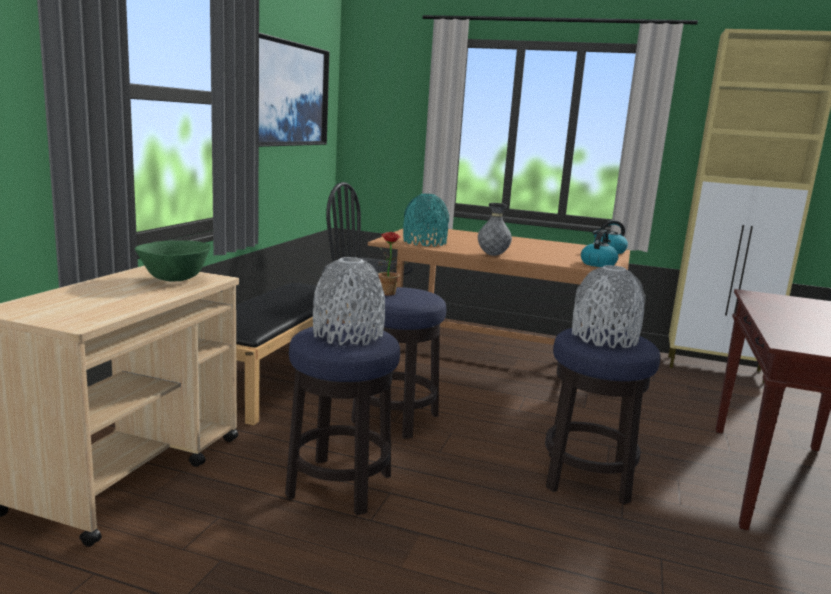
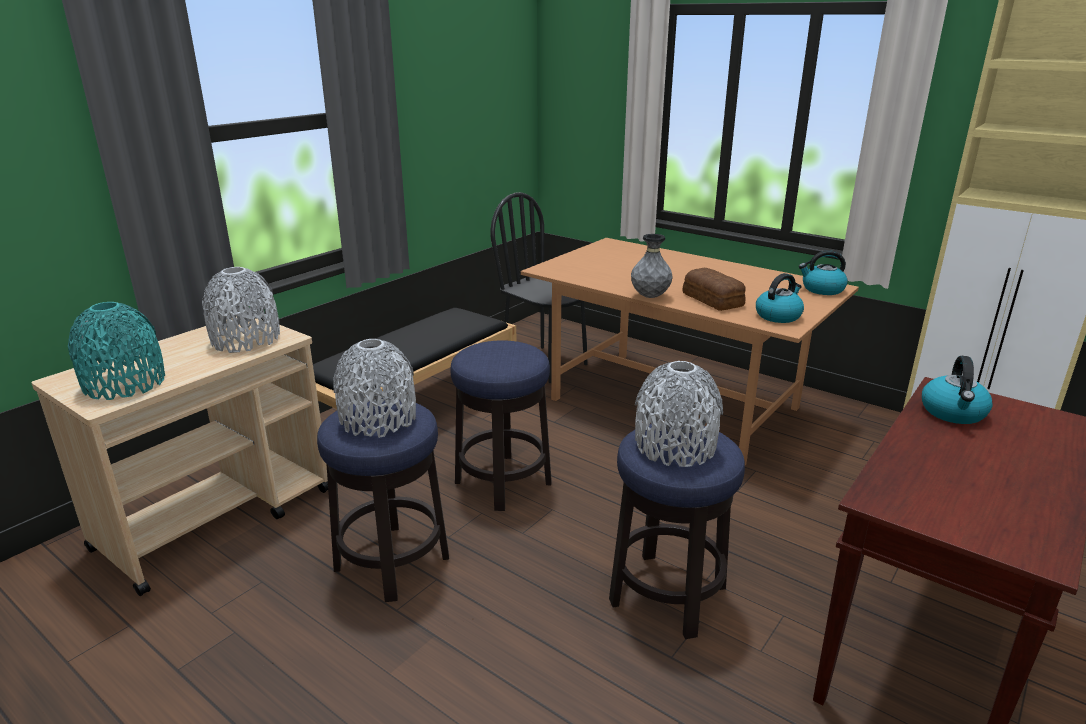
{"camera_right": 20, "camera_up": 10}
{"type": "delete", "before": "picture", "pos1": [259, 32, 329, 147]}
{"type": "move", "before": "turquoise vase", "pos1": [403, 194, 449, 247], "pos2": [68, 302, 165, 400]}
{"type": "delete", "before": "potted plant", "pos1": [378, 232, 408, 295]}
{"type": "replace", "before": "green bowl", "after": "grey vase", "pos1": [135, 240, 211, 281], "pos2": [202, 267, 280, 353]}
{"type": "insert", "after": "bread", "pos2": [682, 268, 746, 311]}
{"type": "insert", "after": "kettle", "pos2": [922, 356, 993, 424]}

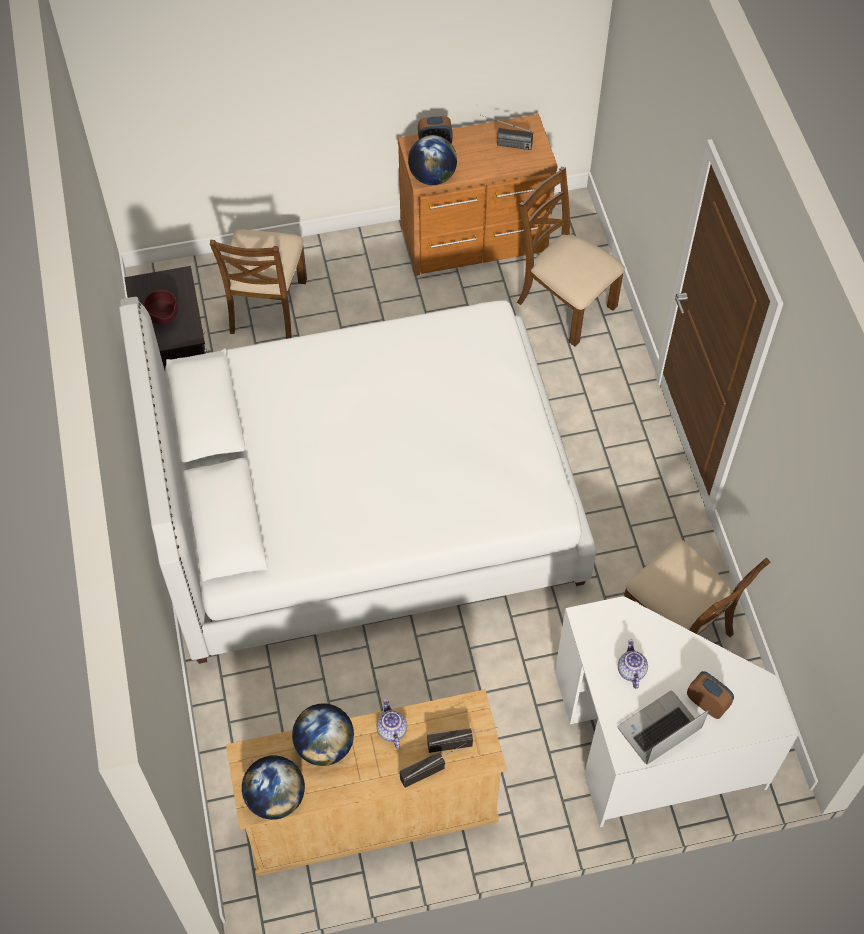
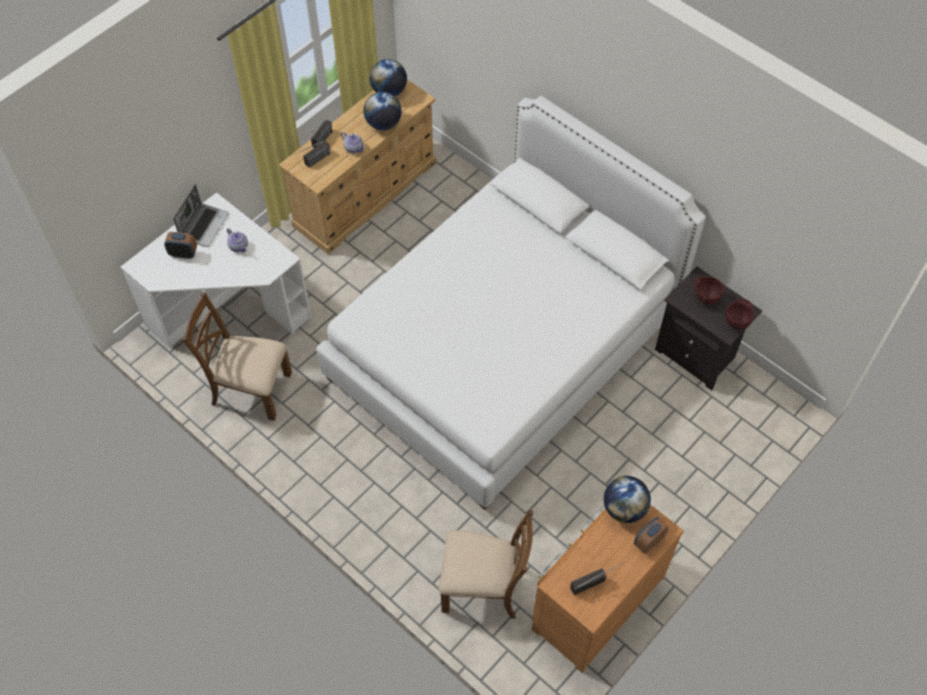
{"camera_right": 145, "camera_up": 0}
{"type": "delete", "before": "brown chair", "pos1": [210, 230, 307, 339]}
{"type": "insert", "after": "brown bowl", "pos2": [725, 298, 754, 329]}

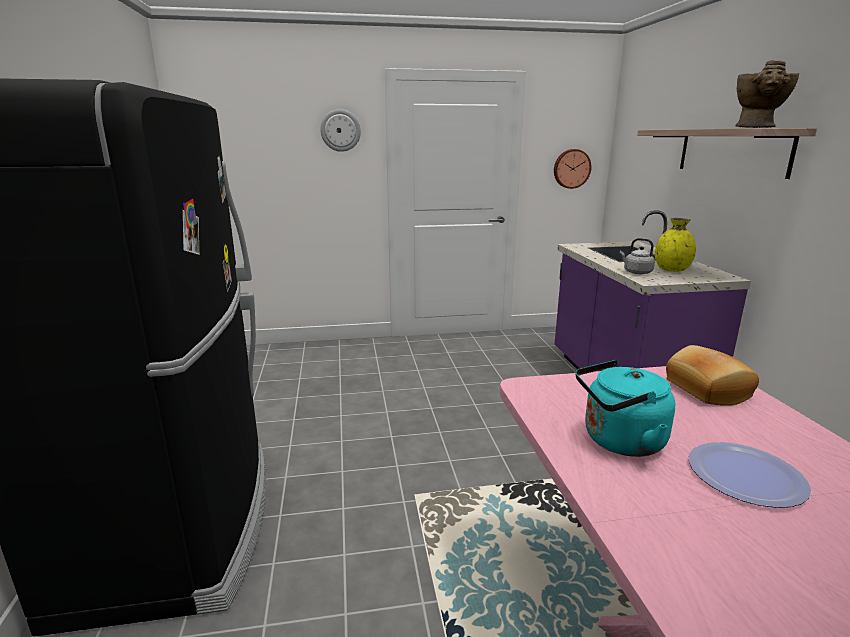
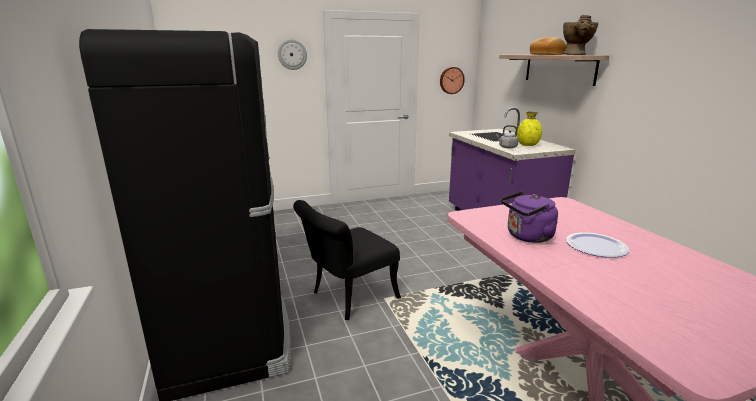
{"camera_right": -10, "camera_up": 0}
{"type": "move", "before": "bread", "pos1": [666, 345, 759, 406], "pos2": [530, 37, 566, 55]}
{"type": "recolor", "before": "turquoise kettle", "after": "purple kettle", "pos1": [575, 360, 675, 457], "pos2": [501, 191, 558, 243]}
{"type": "insert", "after": "black chair", "pos2": [293, 200, 401, 320]}

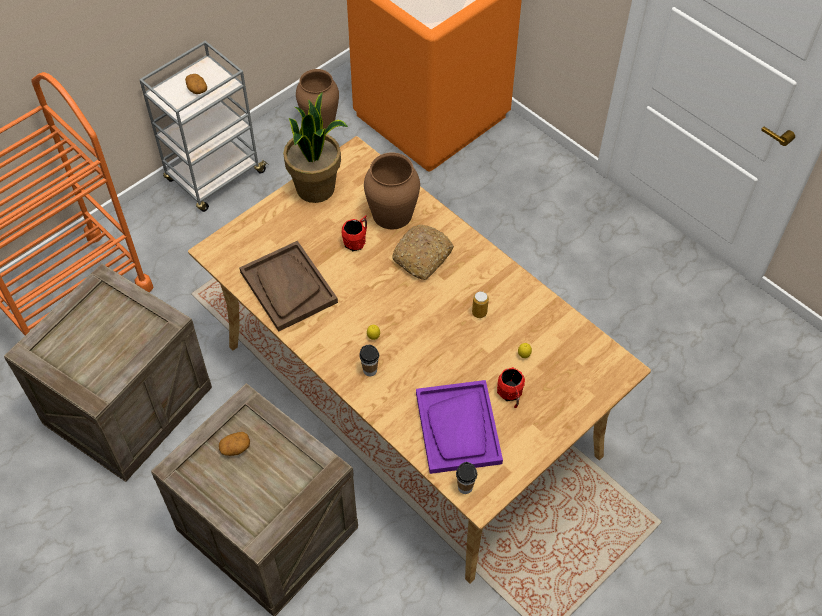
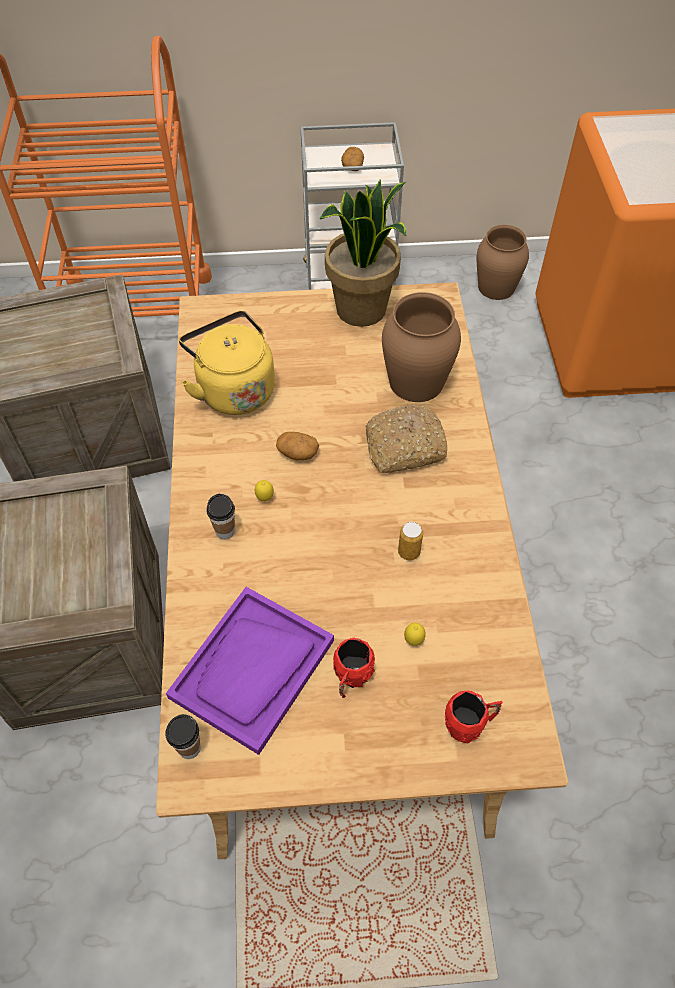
{"camera_right": 40, "camera_up": 0}
{"type": "move", "before": "red mug", "pos1": [341, 215, 367, 251], "pos2": [445, 690, 503, 743]}
{"type": "replace", "before": "brown tray", "after": "yellow kettle", "pos1": [239, 241, 338, 332], "pos2": [179, 311, 275, 415]}
{"type": "move", "before": "potato", "pos1": [219, 432, 250, 456], "pos2": [276, 432, 319, 460]}

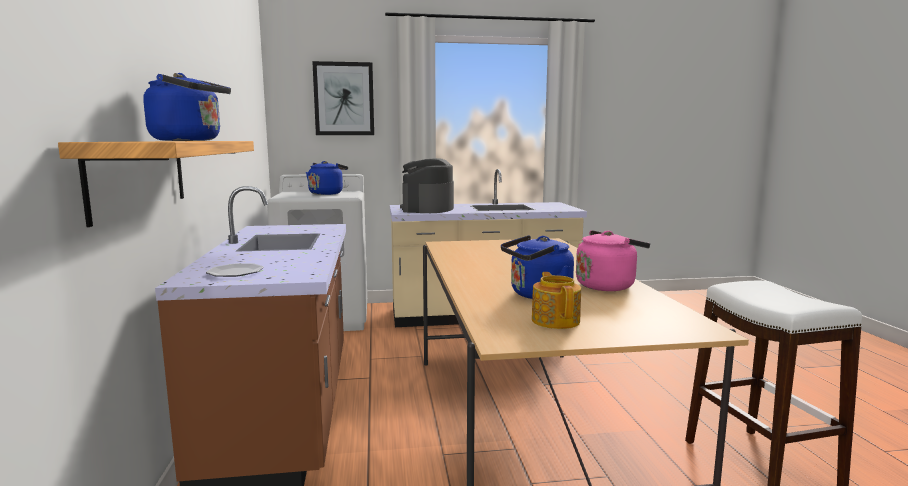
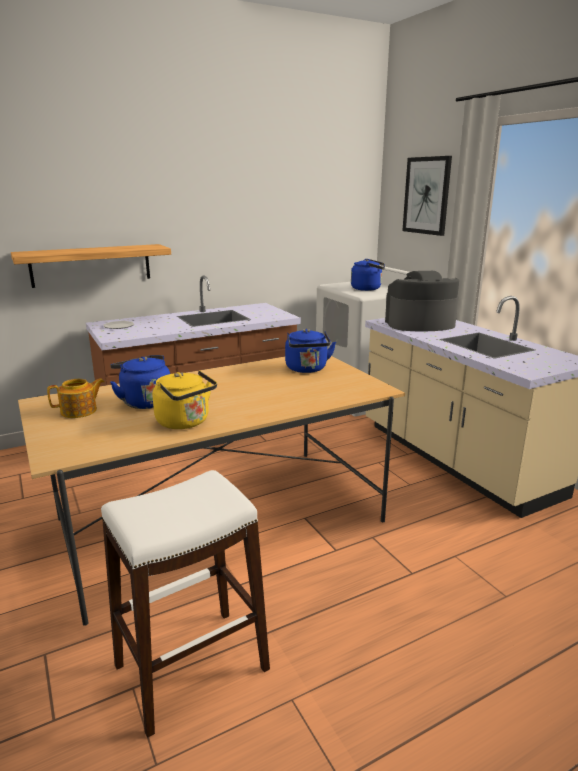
{"camera_right": 70, "camera_up": 10}
{"type": "move", "before": "blue kettle", "pos1": [143, 73, 231, 141], "pos2": [285, 329, 336, 373]}
{"type": "recolor", "before": "pink kettle", "after": "yellow kettle", "pos1": [576, 230, 650, 291], "pos2": [153, 370, 217, 429]}

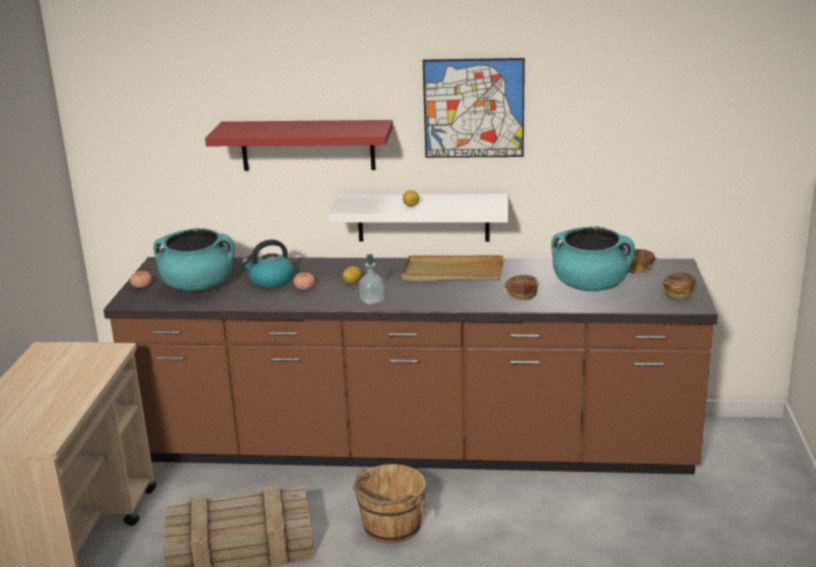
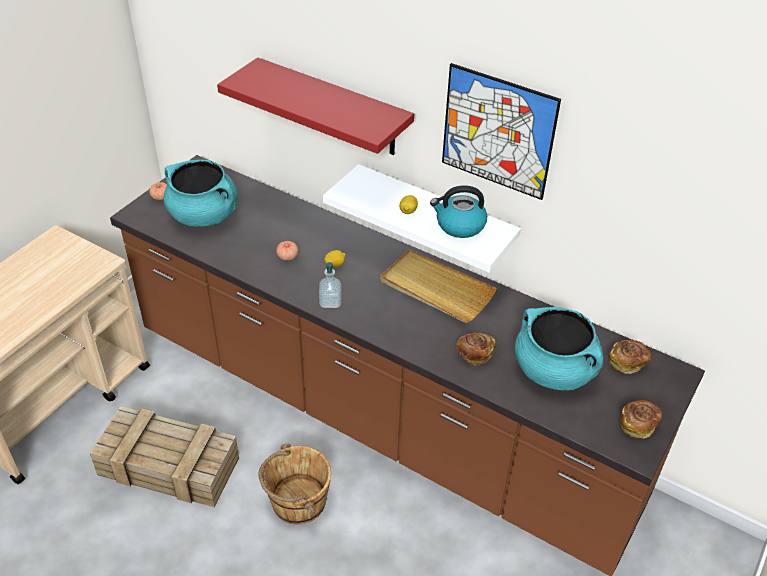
{"camera_right": 25, "camera_up": 20}
{"type": "move", "before": "kettle", "pos1": [242, 239, 294, 287], "pos2": [430, 185, 487, 238]}

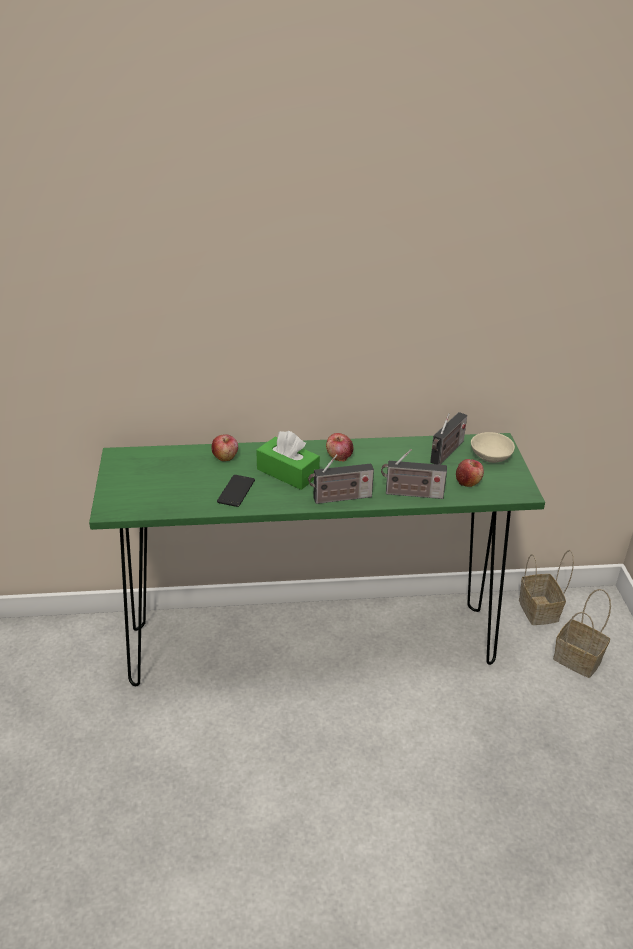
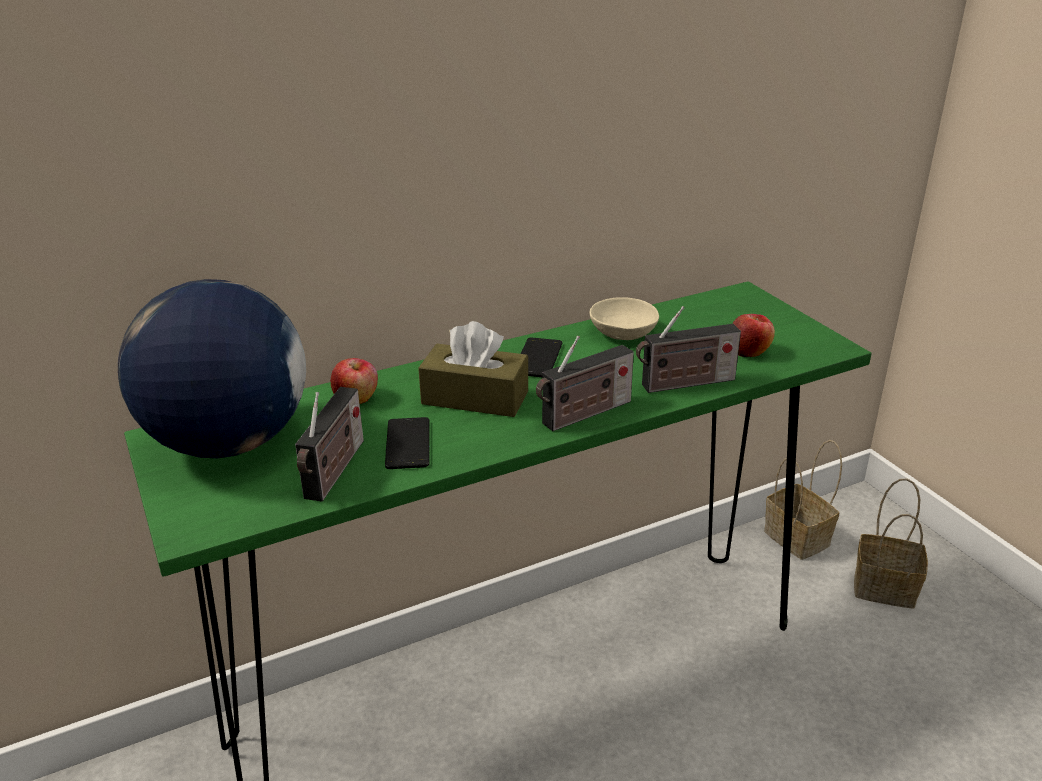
{"camera_right": -20, "camera_up": -5}
{"type": "move", "before": "radio", "pos1": [430, 412, 467, 465], "pos2": [295, 387, 364, 501]}
{"type": "recolor", "before": "green tissue box", "after": "brown tissue box", "pos1": [256, 431, 320, 490], "pos2": [418, 321, 528, 417]}
{"type": "move", "before": "beige bowl", "pos1": [471, 432, 515, 463], "pos2": [589, 297, 659, 340]}
{"type": "replace", "before": "apple", "after": "phone", "pos1": [326, 433, 353, 461], "pos2": [521, 337, 562, 377]}
{"type": "insert", "after": "globe", "pos2": [118, 279, 306, 458]}

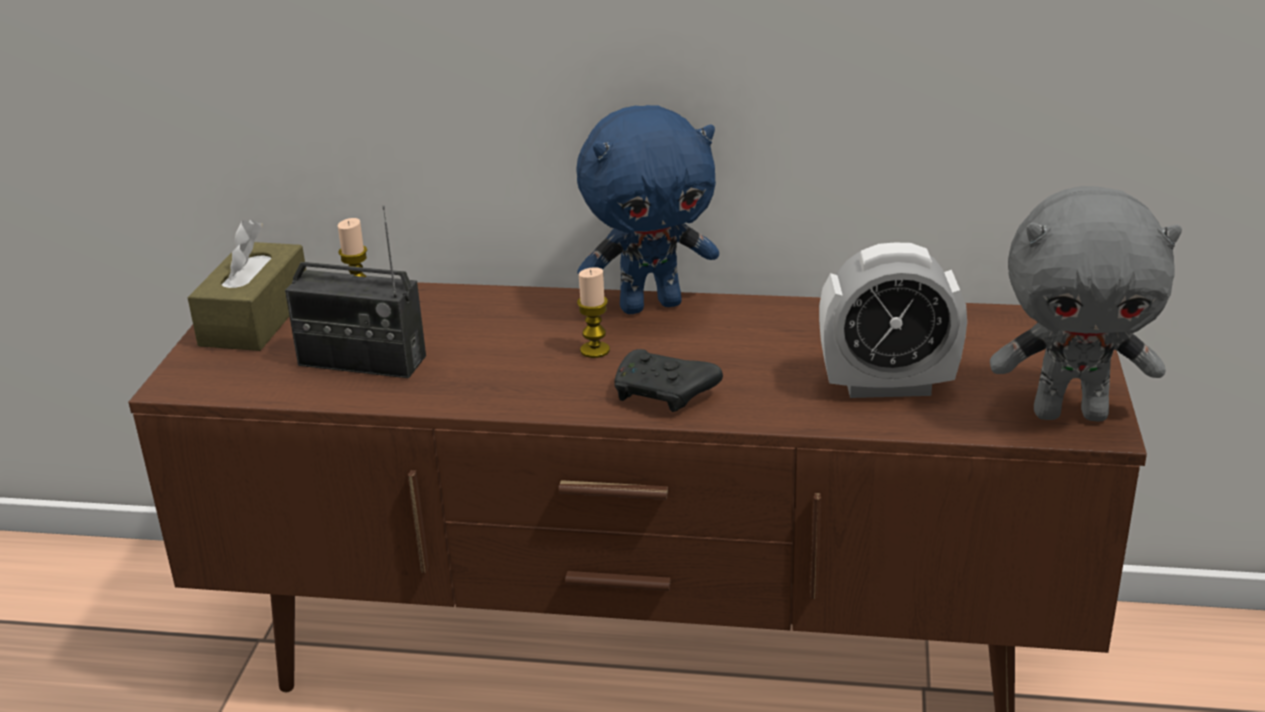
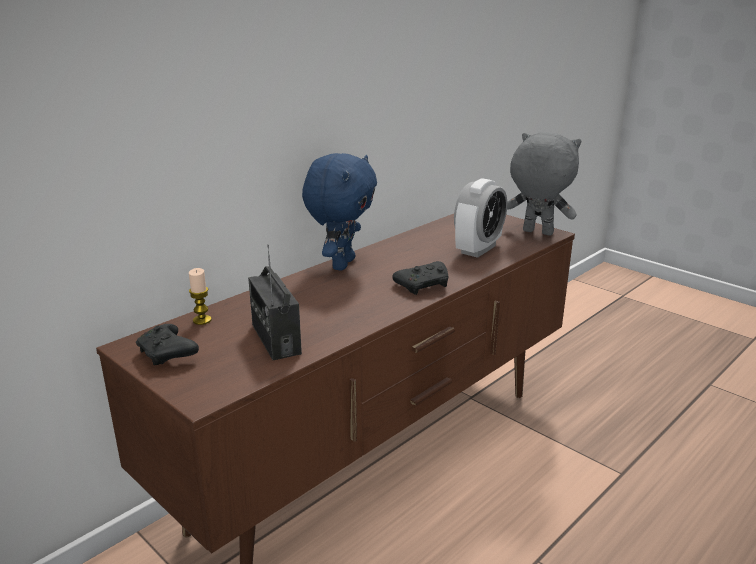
{"camera_right": -55, "camera_up": -5}
{"type": "rotate", "before": "grey plush toy", "pos1": [990, 186, 1182, 422], "pos2": [507, 132, 581, 235], "turn": -105}
{"type": "rotate", "before": "radio", "pos1": [285, 206, 426, 378], "pos2": [248, 245, 302, 360], "turn": 105}
{"type": "replace", "before": "brown tissue box", "after": "black game controller", "pos1": [187, 219, 306, 351], "pos2": [136, 324, 199, 366]}
{"type": "delete", "before": "candle", "pos1": [577, 267, 610, 358]}

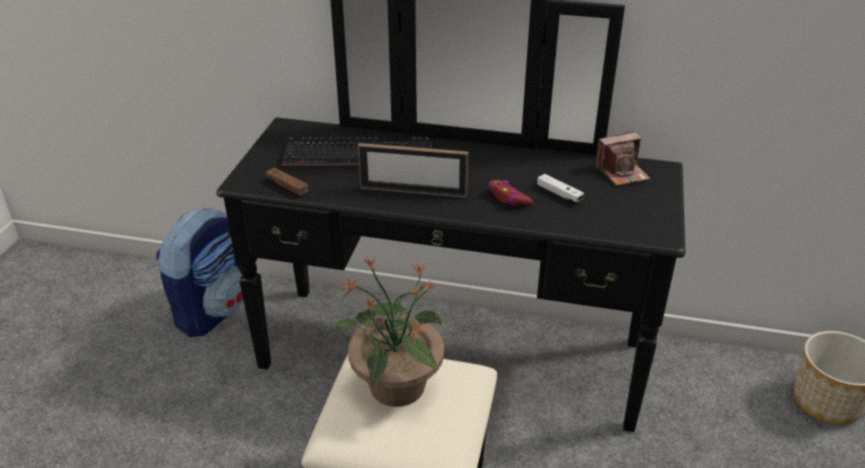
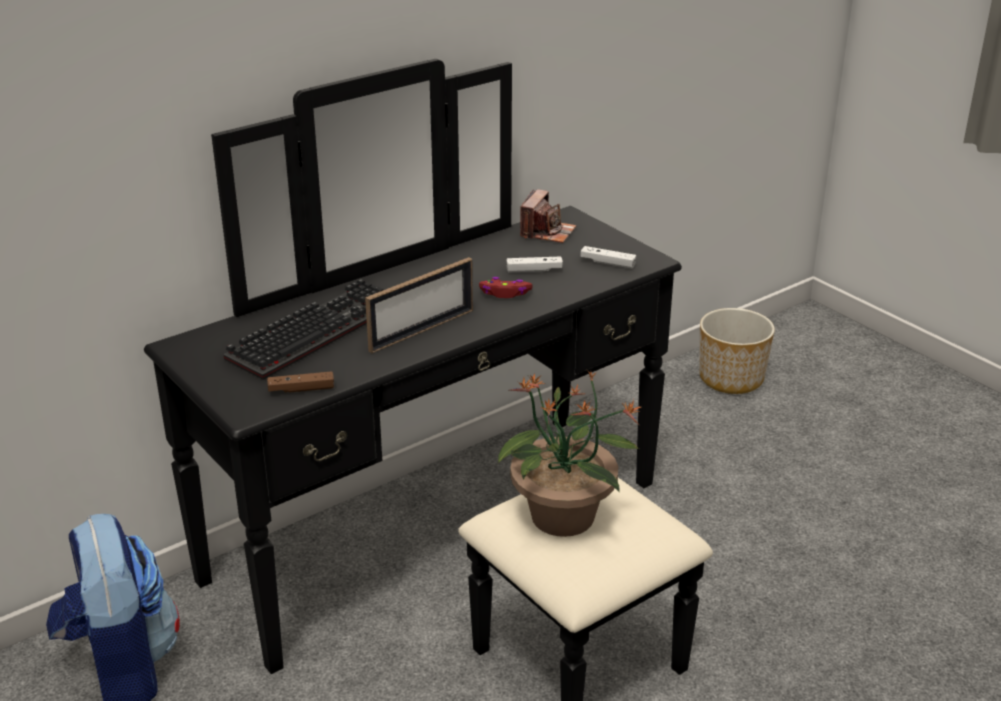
{"camera_right": -50, "camera_up": -5}
{"type": "insert", "after": "white game controller", "pos2": [580, 246, 636, 269]}

